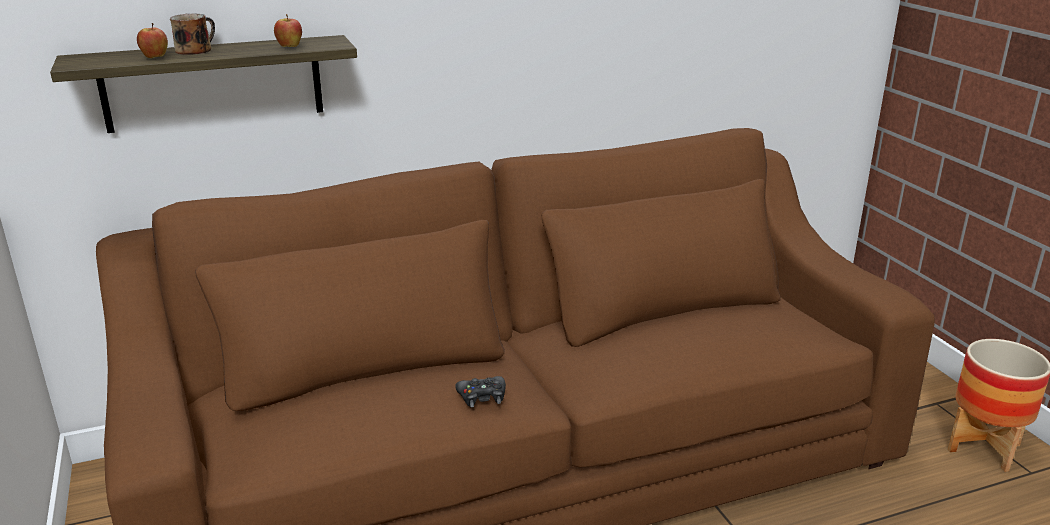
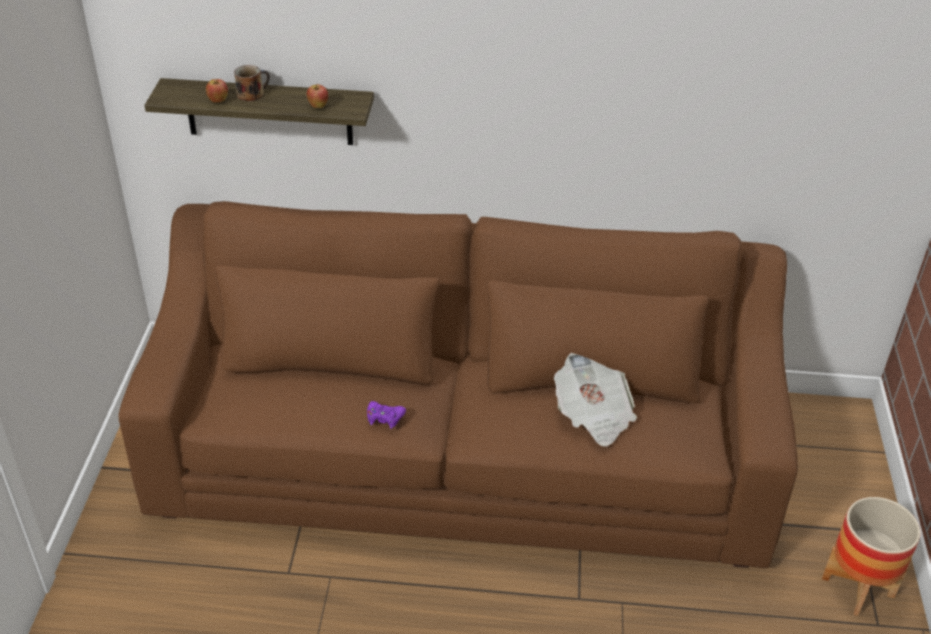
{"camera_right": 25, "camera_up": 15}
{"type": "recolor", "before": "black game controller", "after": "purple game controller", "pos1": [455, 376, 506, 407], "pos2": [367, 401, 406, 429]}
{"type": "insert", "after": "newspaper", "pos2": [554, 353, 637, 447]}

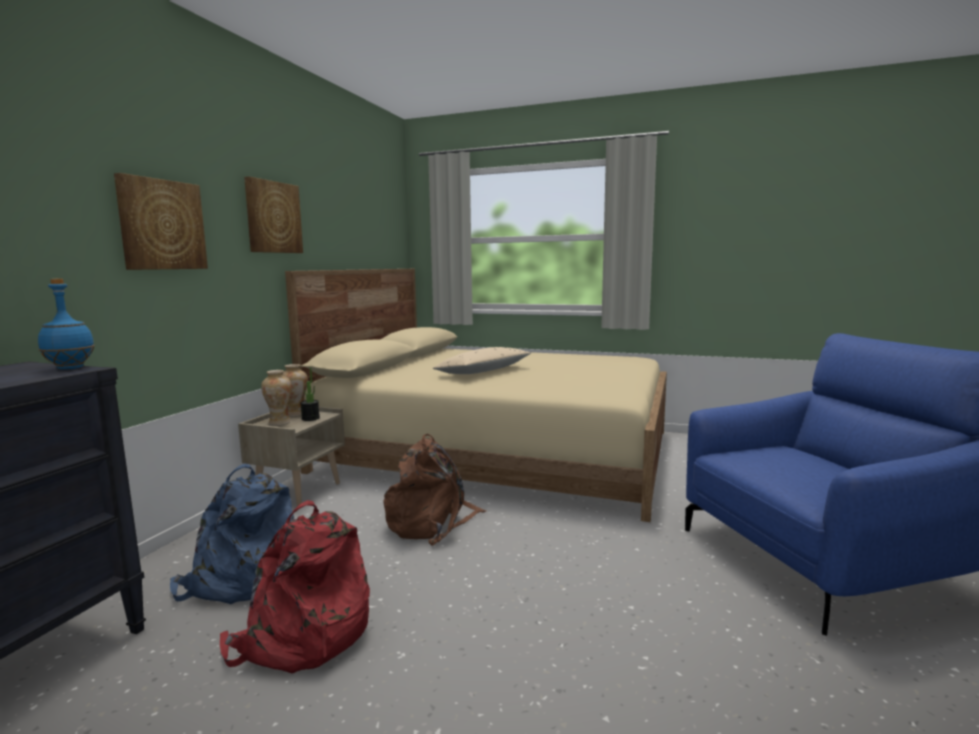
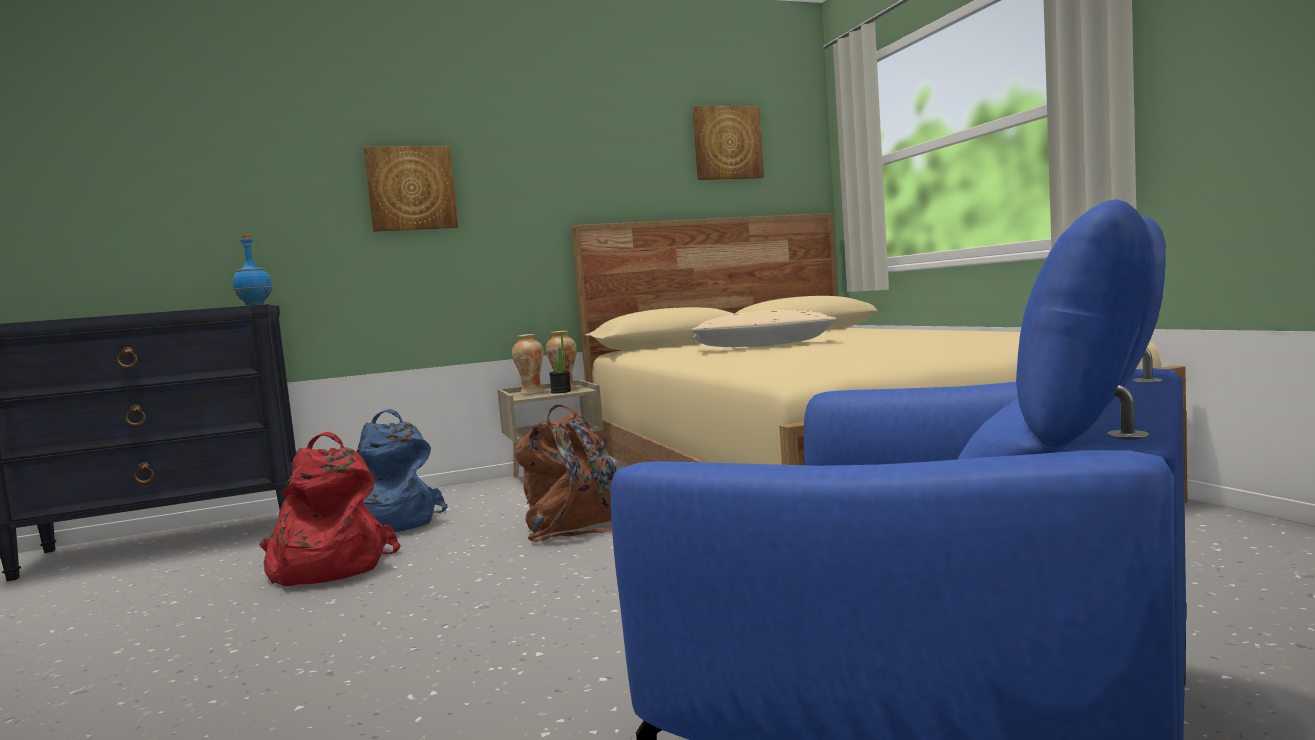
{"camera_right": 50, "camera_up": -5}
{"type": "move", "before": "picture", "pos1": [244, 177, 303, 253], "pos2": [692, 106, 764, 180]}

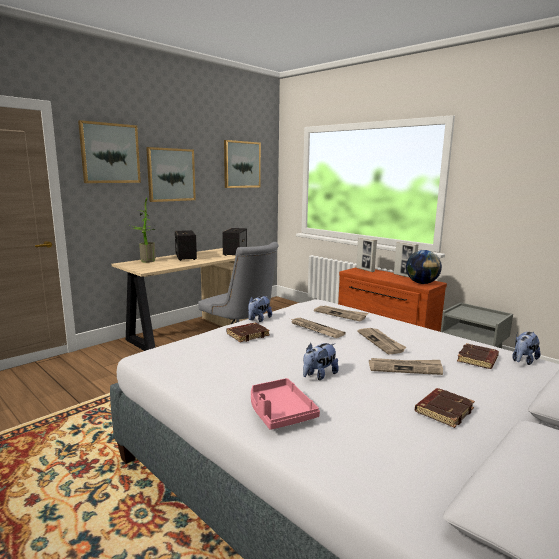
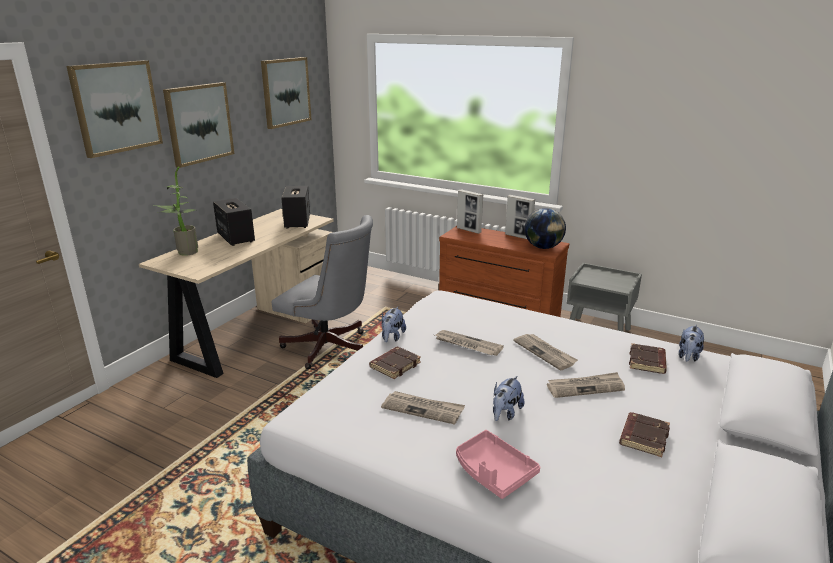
{"camera_right": -15, "camera_up": 10}
{"type": "move", "before": "newspaper", "pos1": [314, 306, 368, 321], "pos2": [381, 391, 465, 425]}

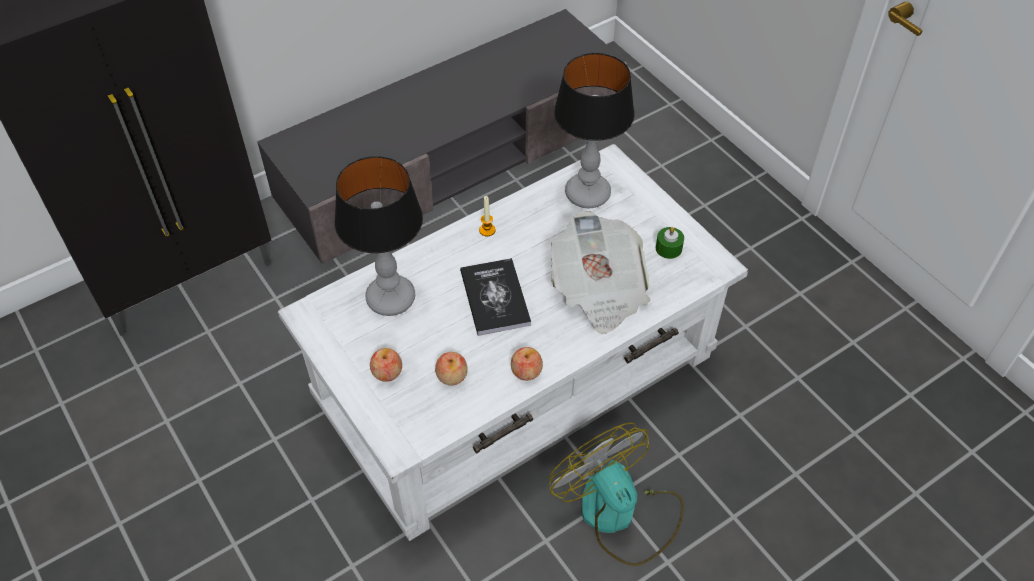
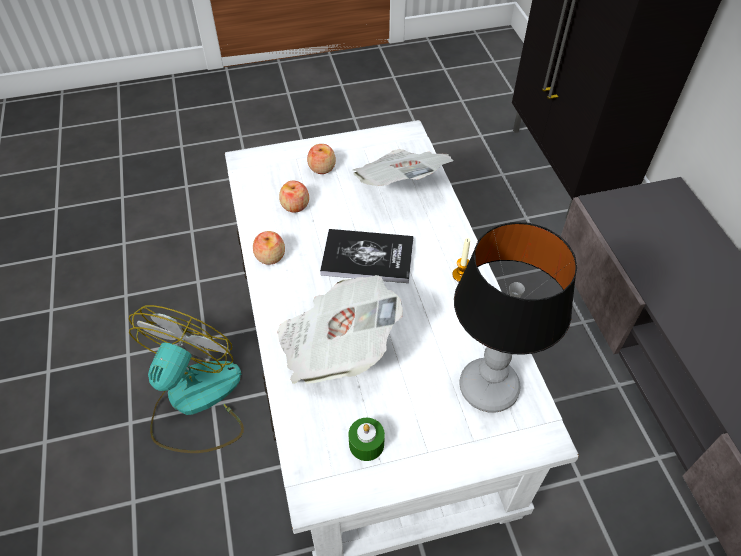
{"camera_right": 110, "camera_up": 0}
{"type": "replace", "before": "table lamp", "after": "newspaper", "pos1": [334, 156, 423, 316], "pos2": [353, 149, 454, 186]}
{"type": "rotate", "before": "fan", "pos1": [549, 422, 684, 566], "pos2": [128, 305, 244, 453], "turn": -60}

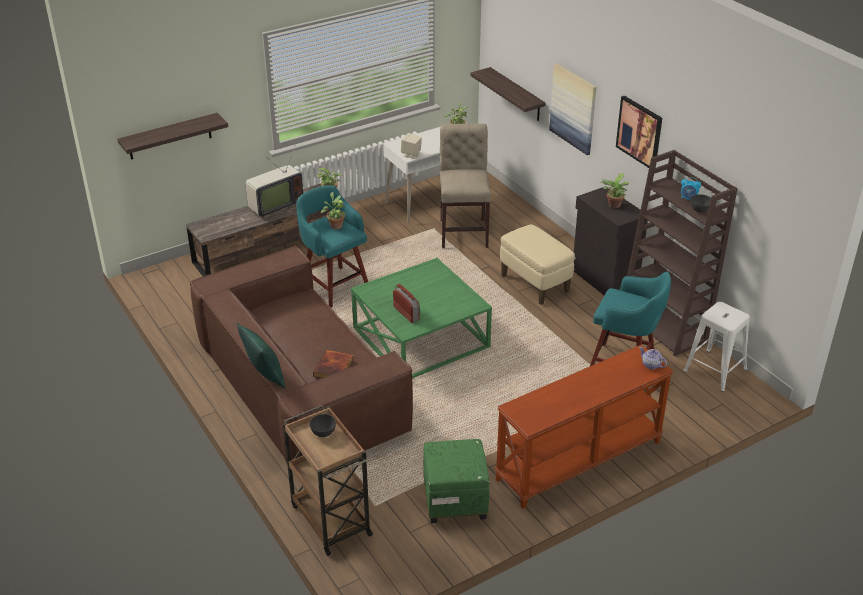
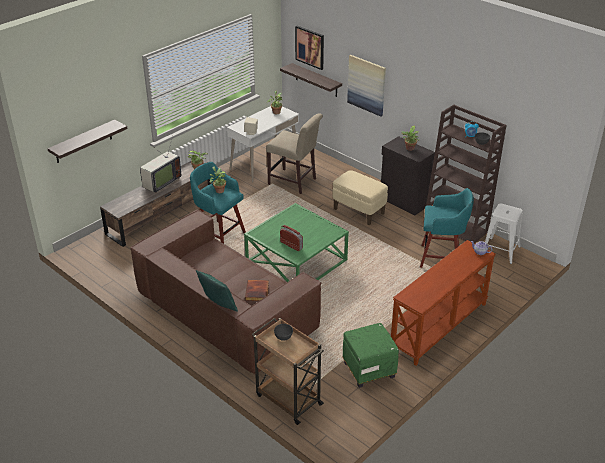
{"camera_right": -15, "camera_up": 0}
{"type": "move", "before": "picture", "pos1": [616, 96, 662, 168], "pos2": [295, 26, 324, 70]}
{"type": "rotate", "before": "beige chair", "pos1": [440, 124, 491, 248], "pos2": [266, 113, 323, 194], "turn": 135}

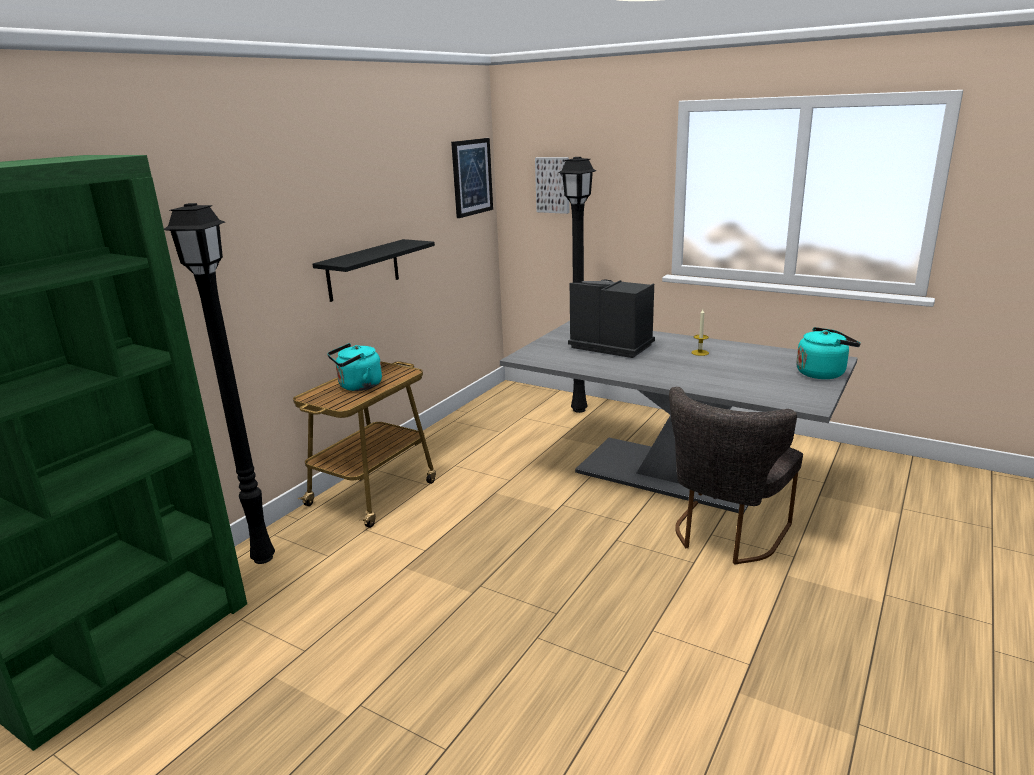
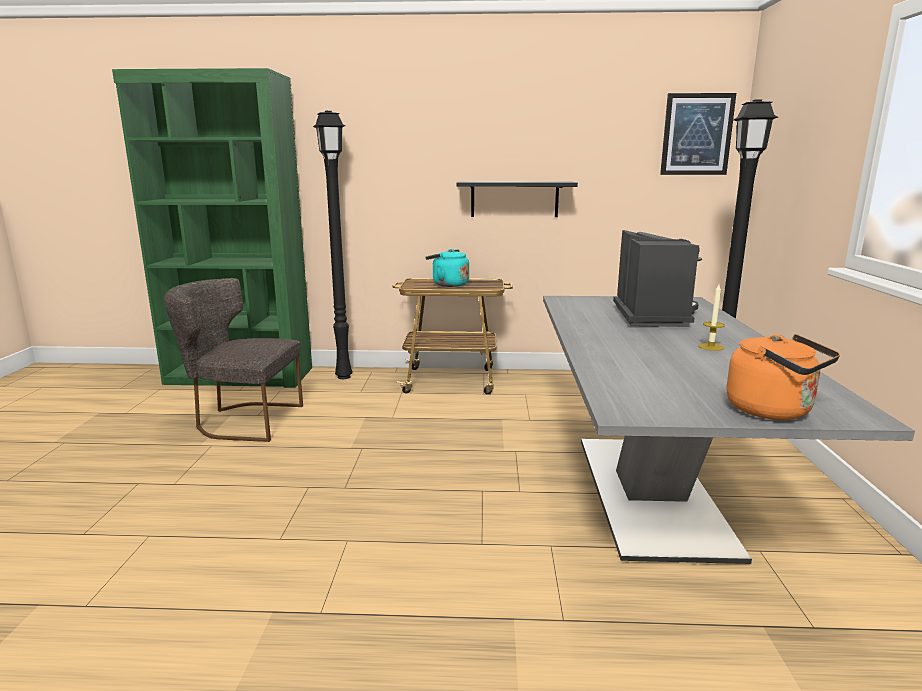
{"camera_right": 60, "camera_up": -5}
{"type": "delete", "before": "picture", "pos1": [535, 157, 570, 214]}
{"type": "recolor", "before": "turquoise kettle", "after": "orange kettle", "pos1": [796, 327, 861, 379], "pos2": [726, 334, 840, 420]}
{"type": "move", "before": "grey chair", "pos1": [669, 387, 803, 564], "pos2": [164, 278, 303, 442]}

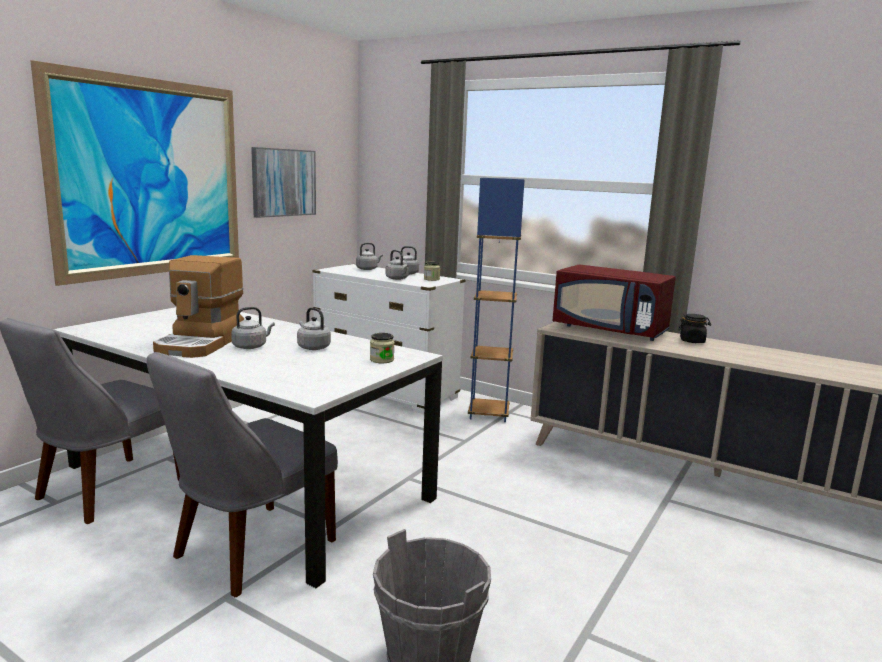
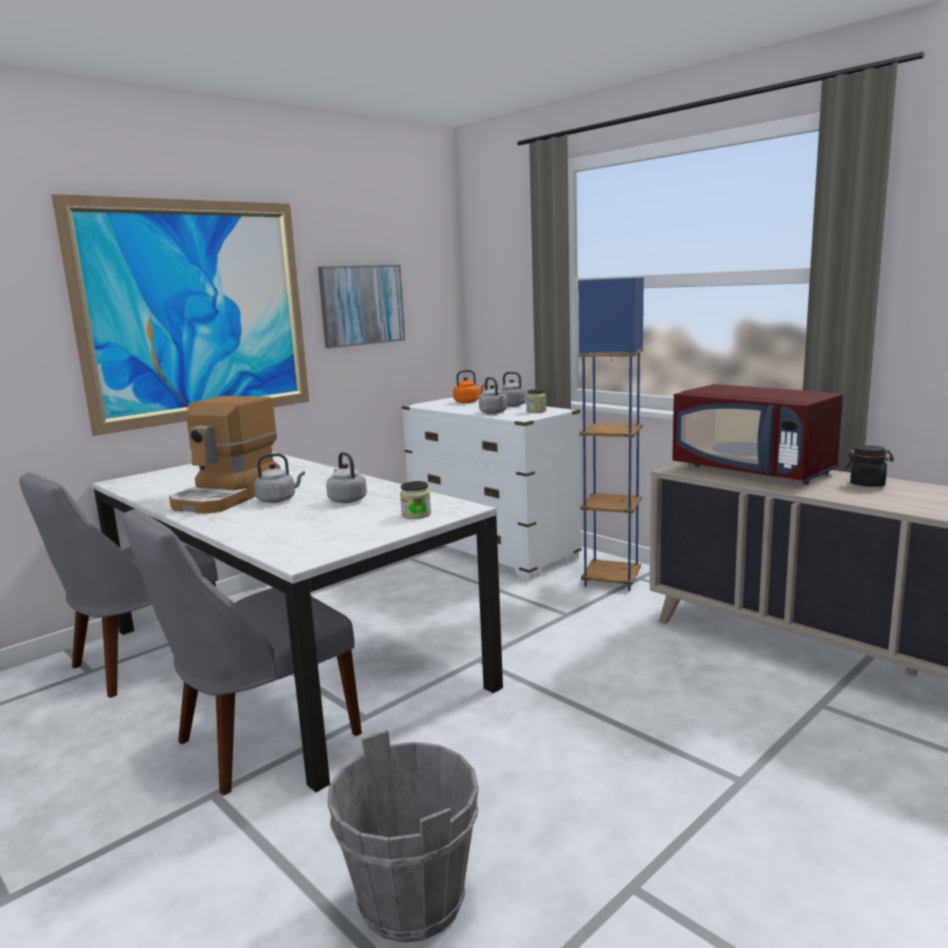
{"camera_right": 15, "camera_up": 0}
{"type": "recolor", "before": "grey kettle", "after": "orange kettle", "pos1": [356, 243, 383, 270], "pos2": [453, 370, 485, 403]}

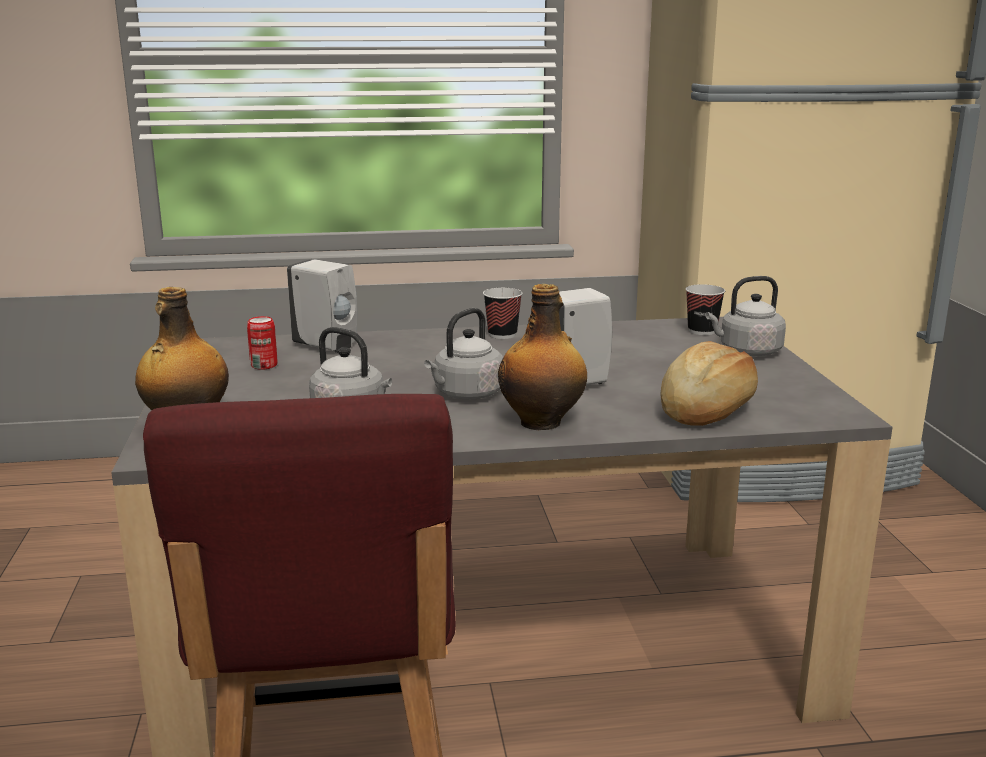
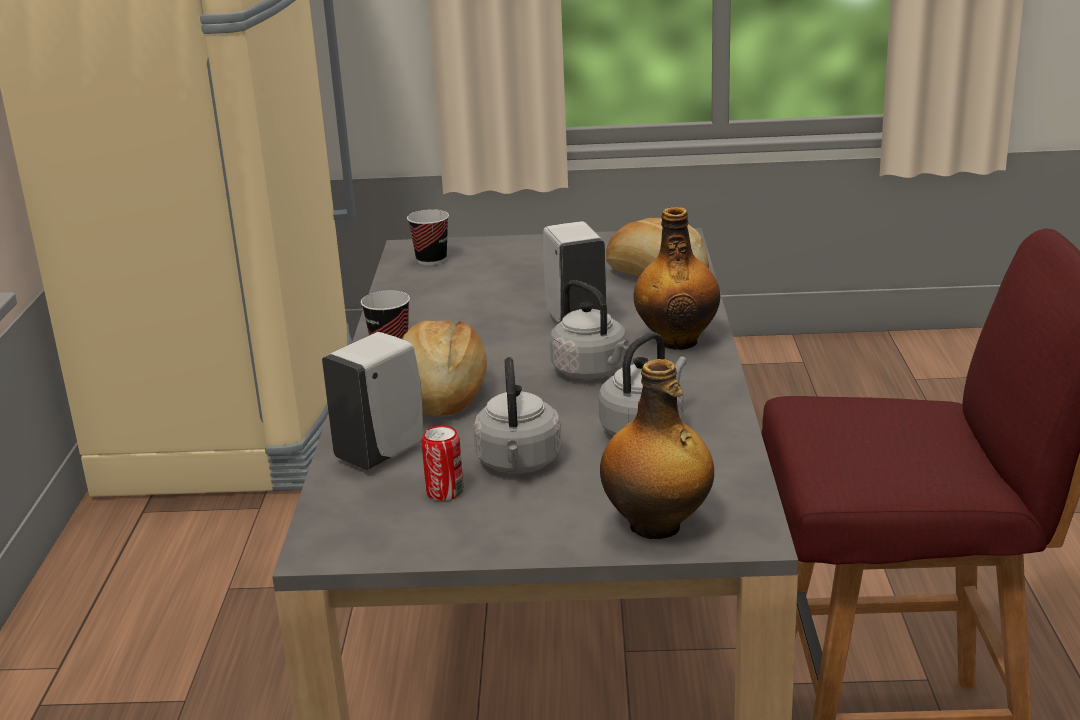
{"camera_right": -80, "camera_up": 5}
{"type": "move", "before": "grey kettle", "pos1": [706, 276, 786, 356], "pos2": [473, 357, 562, 473]}
{"type": "insert", "after": "bread", "pos2": [402, 320, 487, 416]}

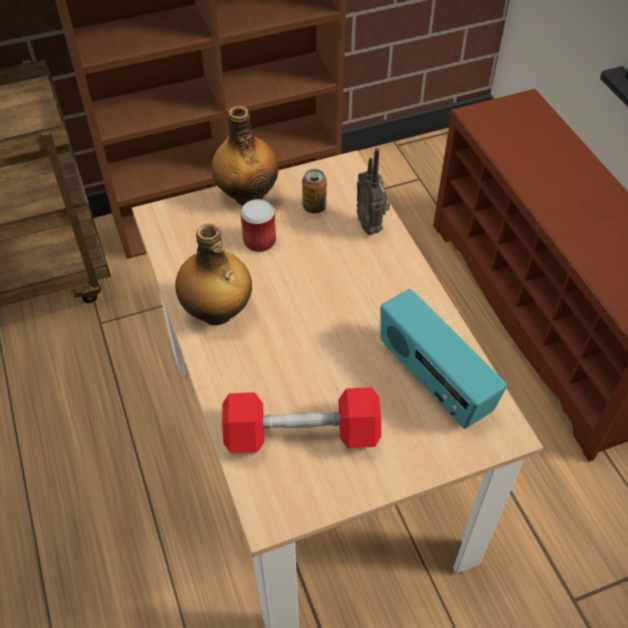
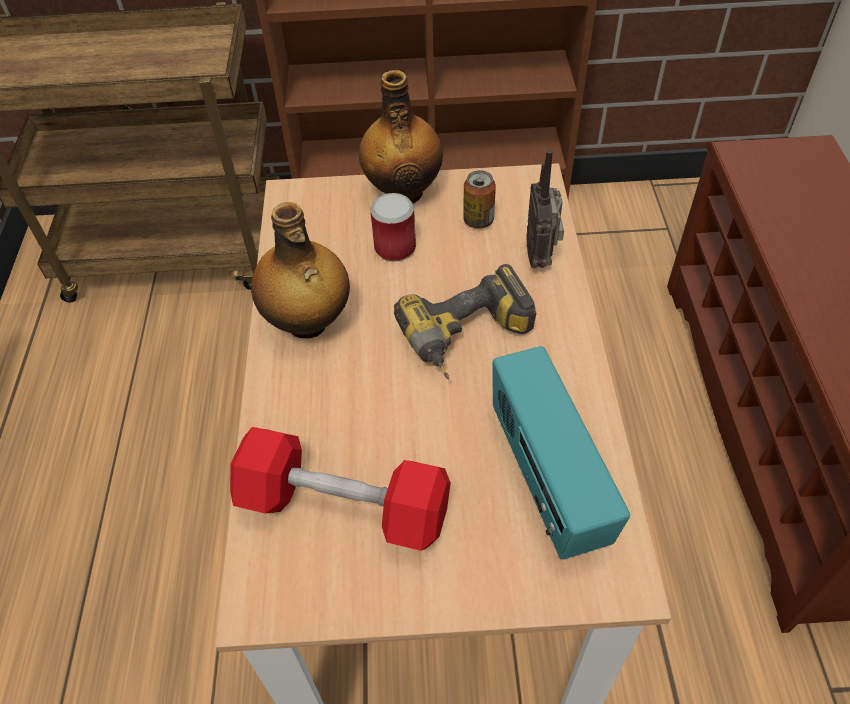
{"camera_right": 20, "camera_up": 0}
{"type": "insert", "after": "power drill", "pos2": [394, 264, 536, 379]}

